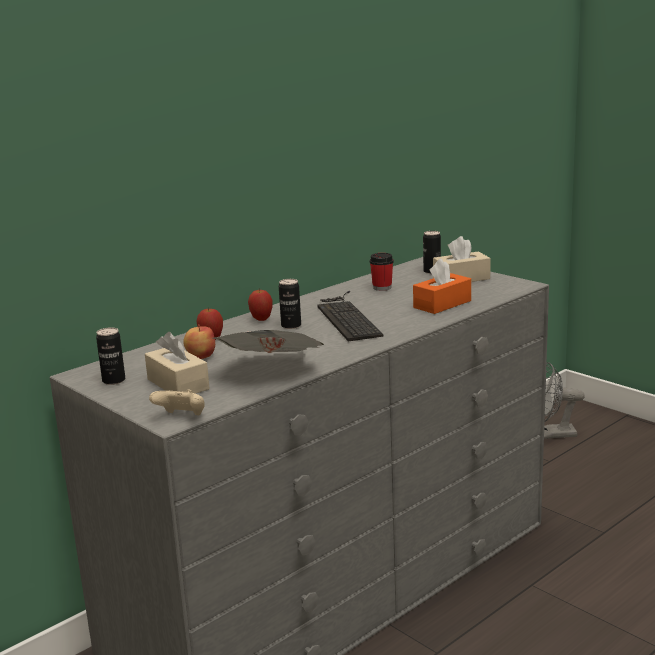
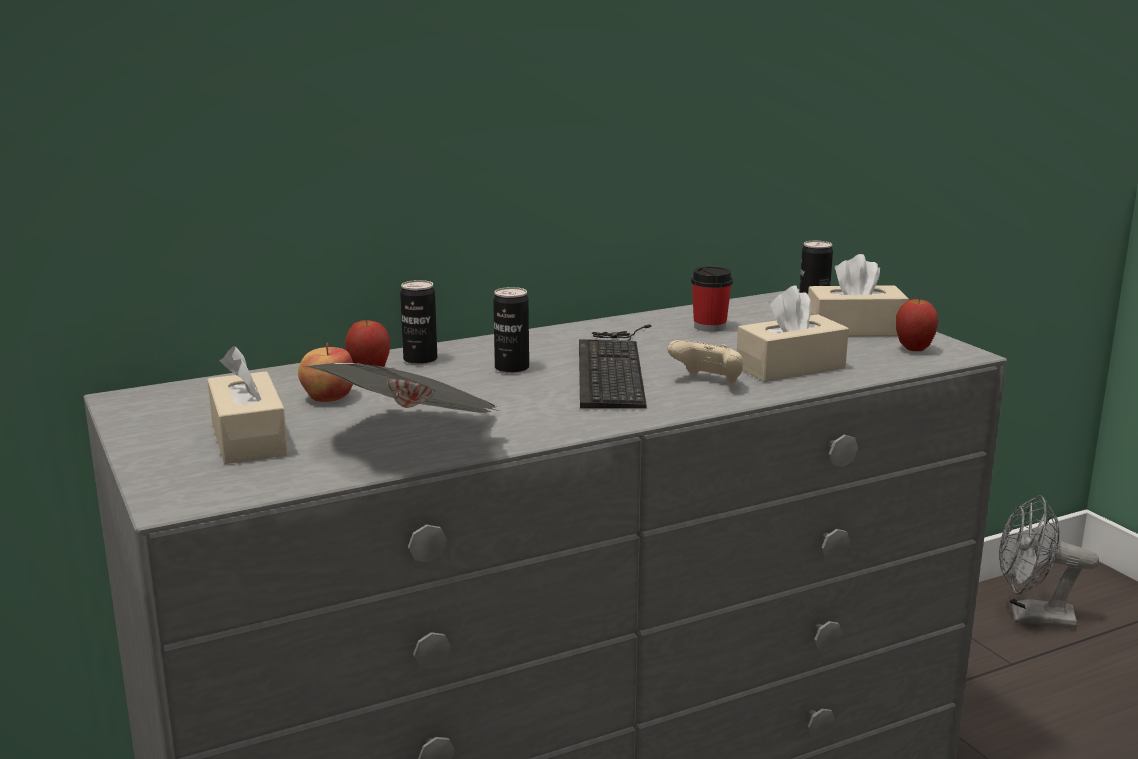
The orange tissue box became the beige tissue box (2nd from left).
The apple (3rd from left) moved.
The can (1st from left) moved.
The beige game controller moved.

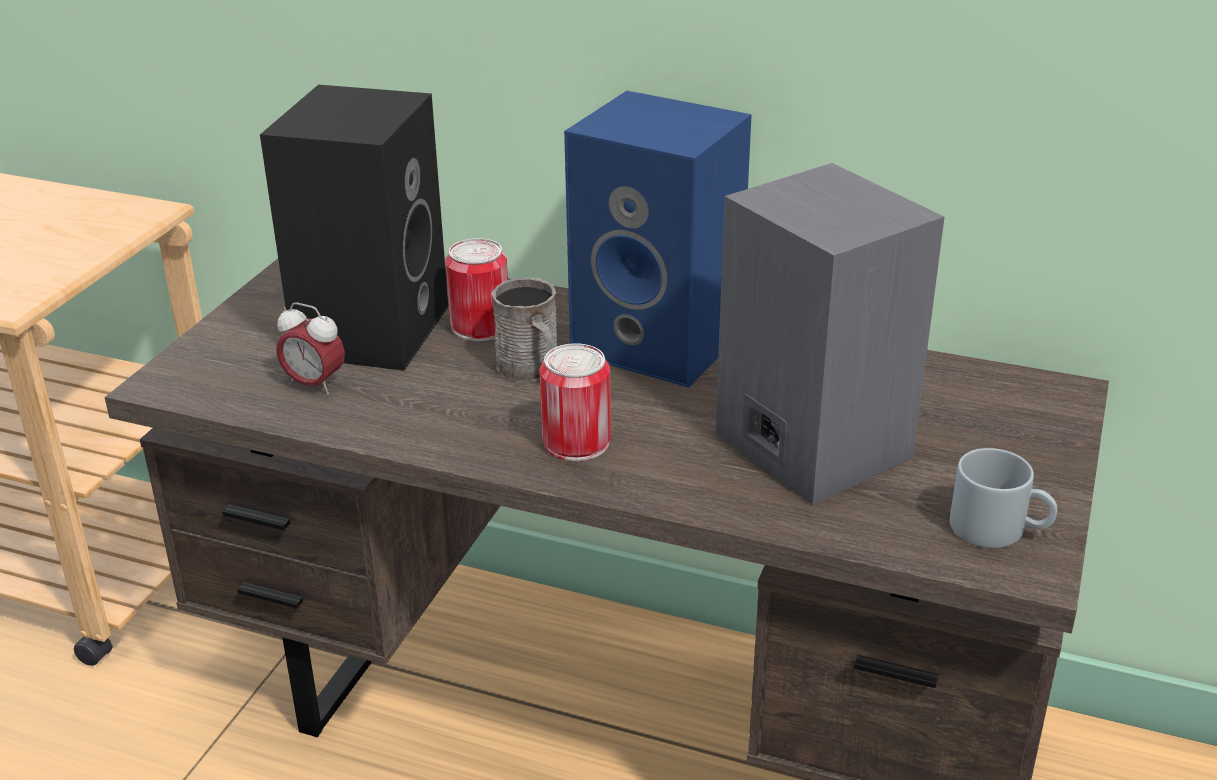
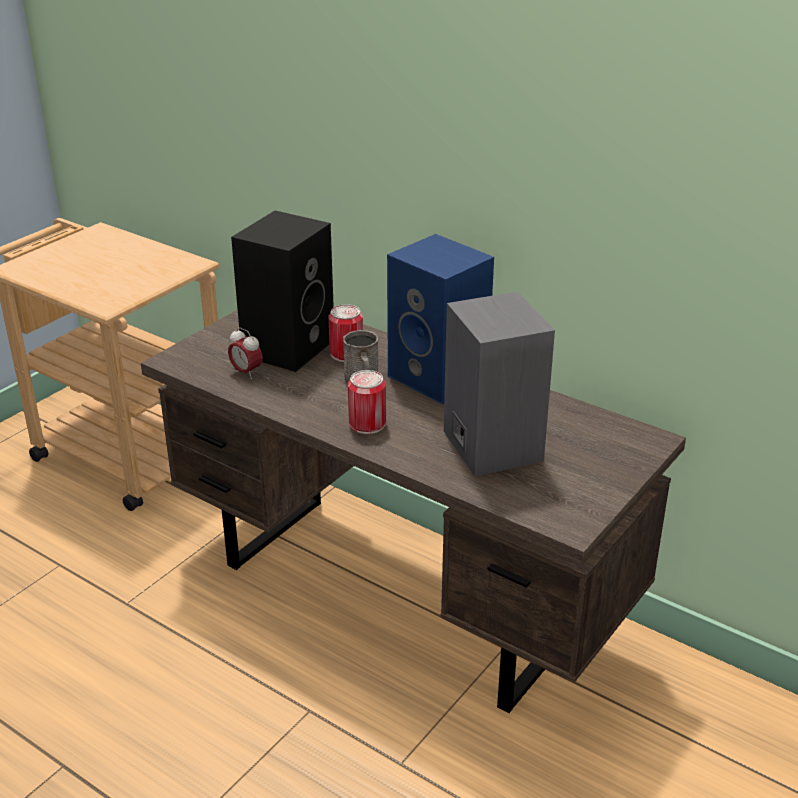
The grey mug (2nd from left) disappeared.

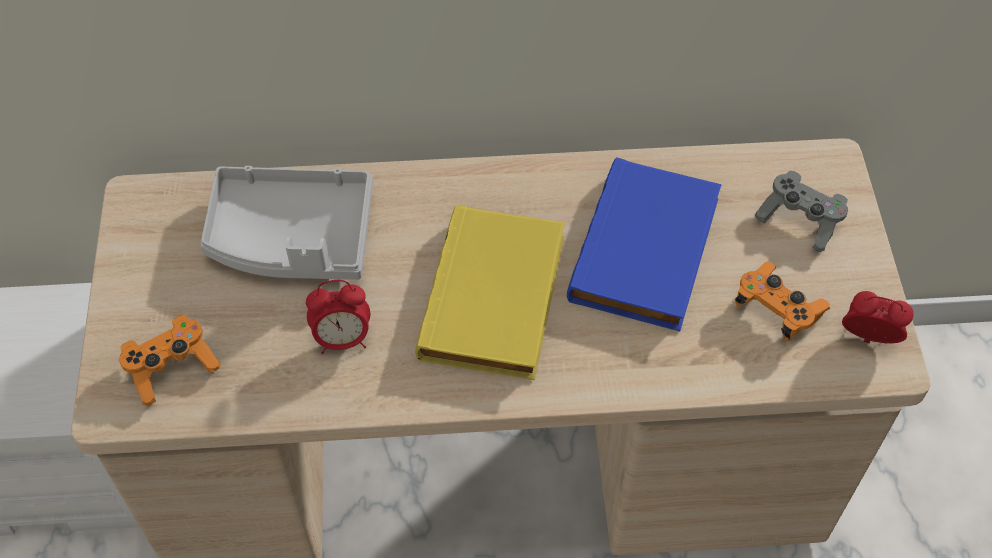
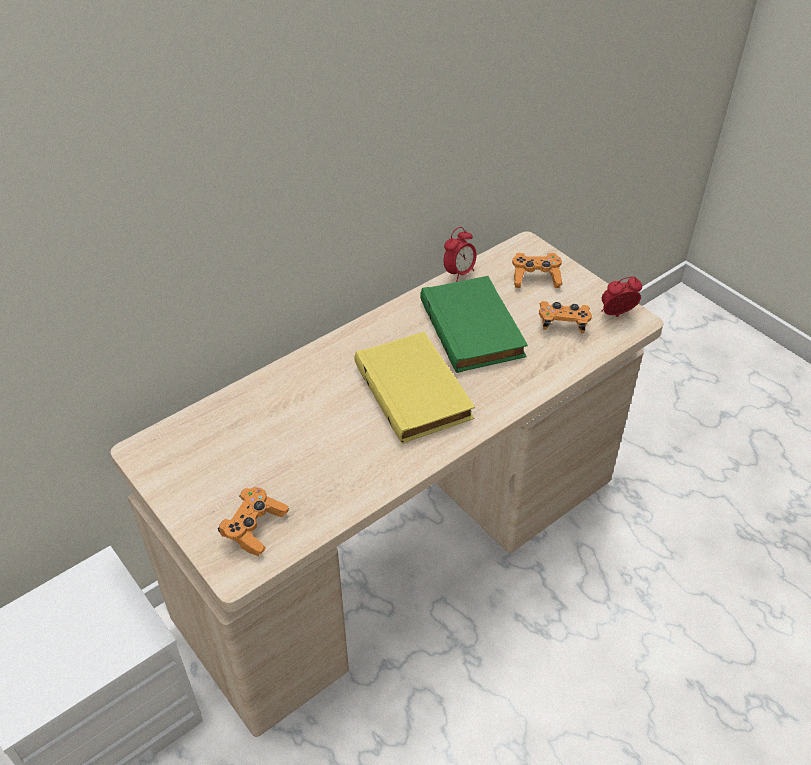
The blue book became the green book.
The grey tray disappeared.
The grey game controller became the orange game controller (2nd from left).
The alarm clock (1st from left) moved.

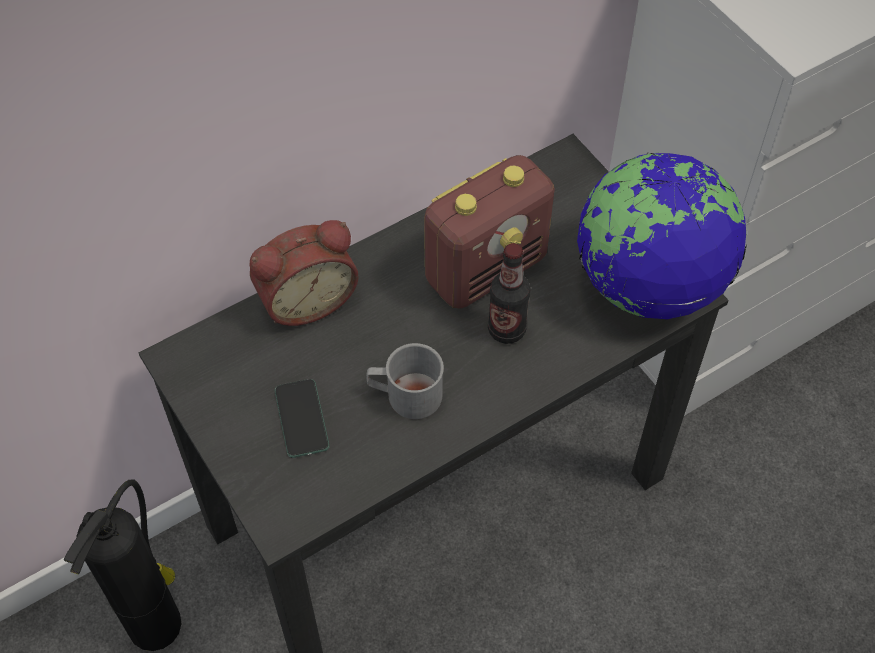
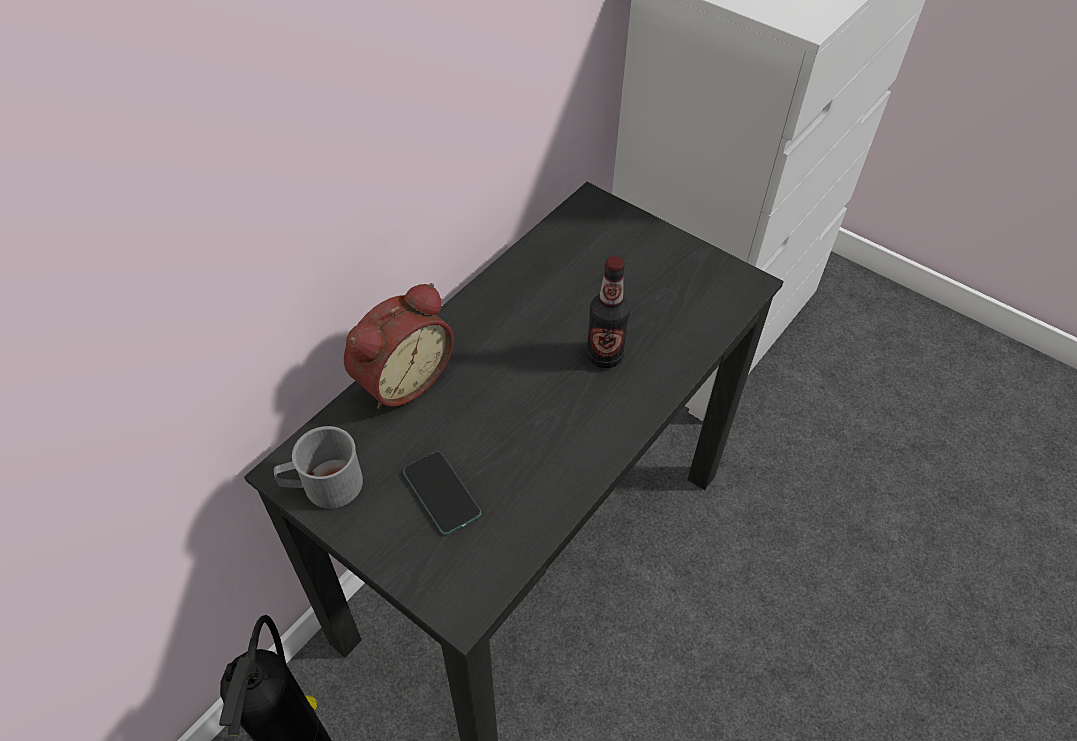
The globe disappeared.
The radio disappeared.
The grey mug moved.

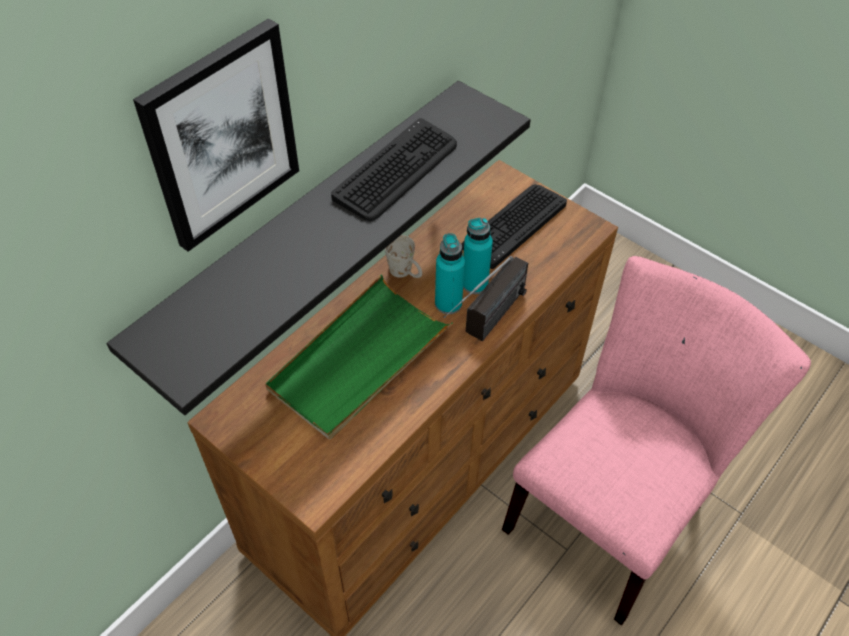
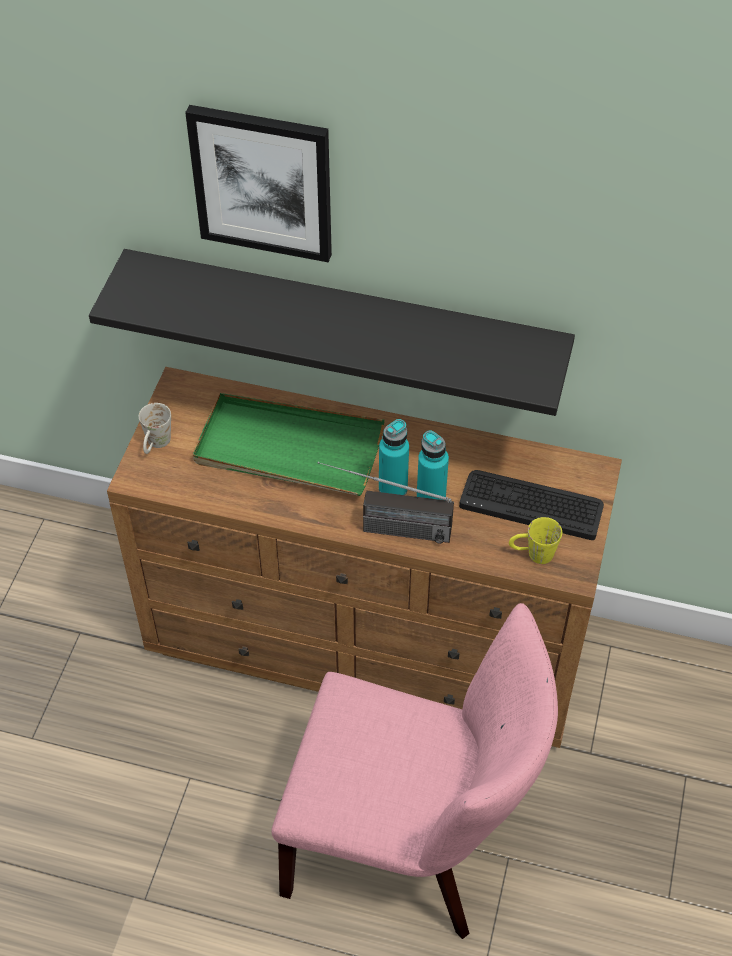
The keyboard (1st from left) disappeared.
The white mug moved.
The yellow mug appeared.

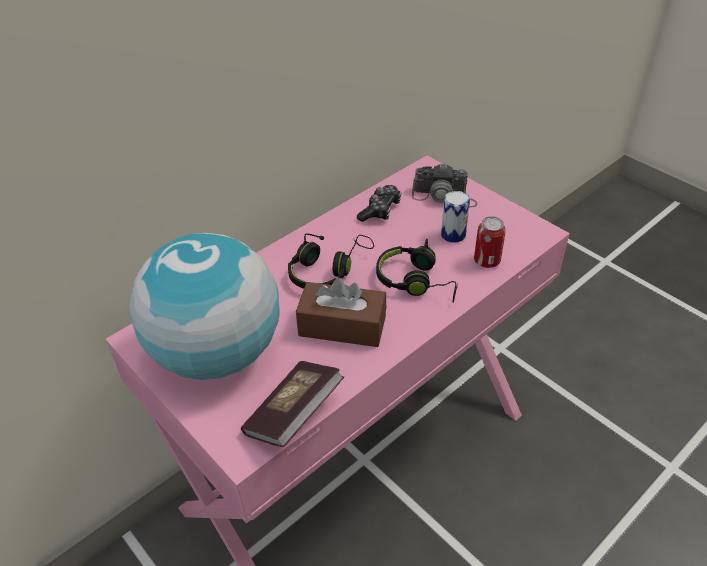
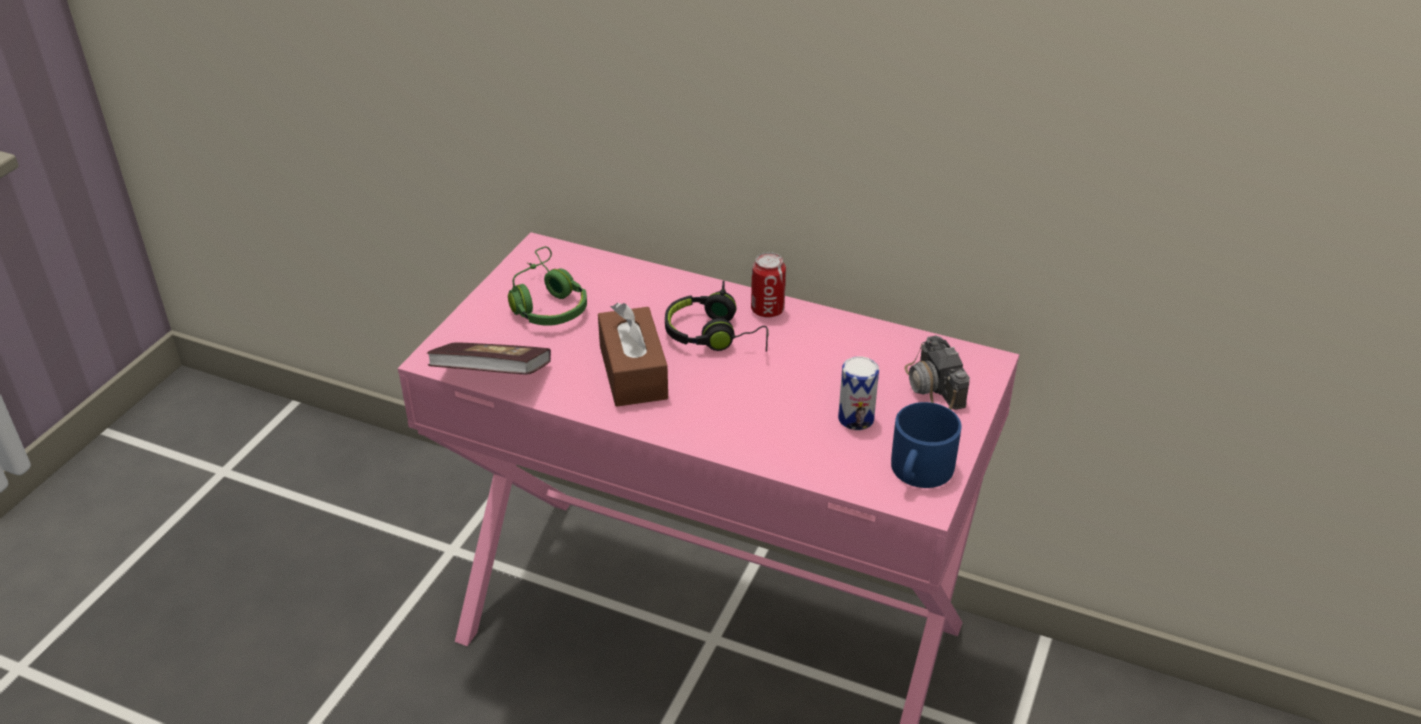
The game controller disappeared.
The can (2nd from left in the first image) moved.
The globe was replaced by the green headphones.
The black headphones (2nd from left) disappeared.
The blue mug appeared.

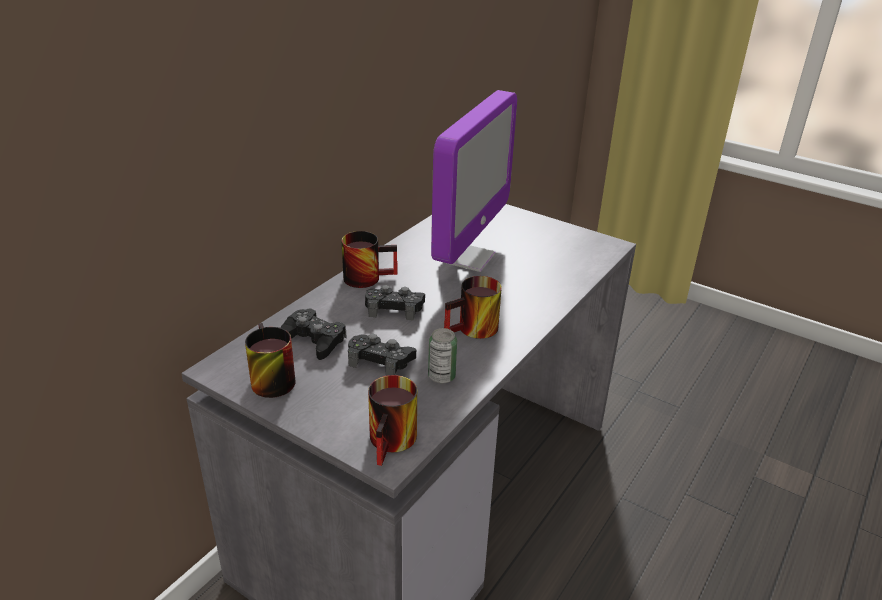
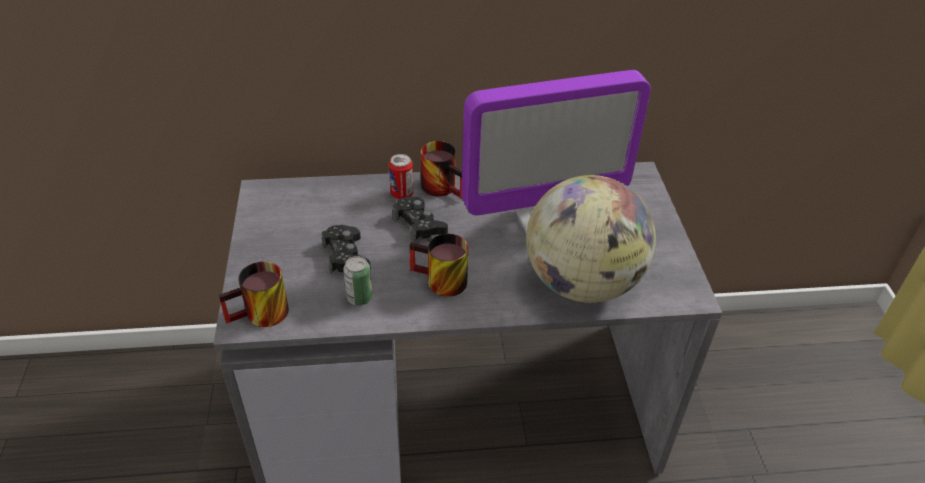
The black game controller (1st from left) disappeared.
The mug (1st from left) disappeared.
The can (2nd from left) appeared.
The globe appeared.

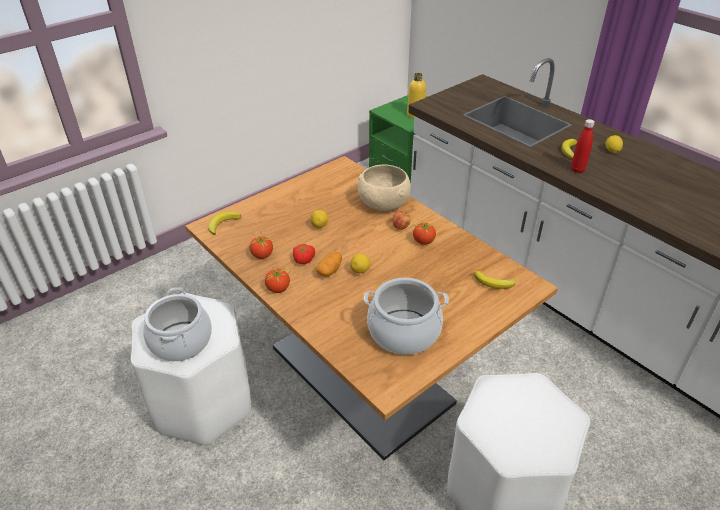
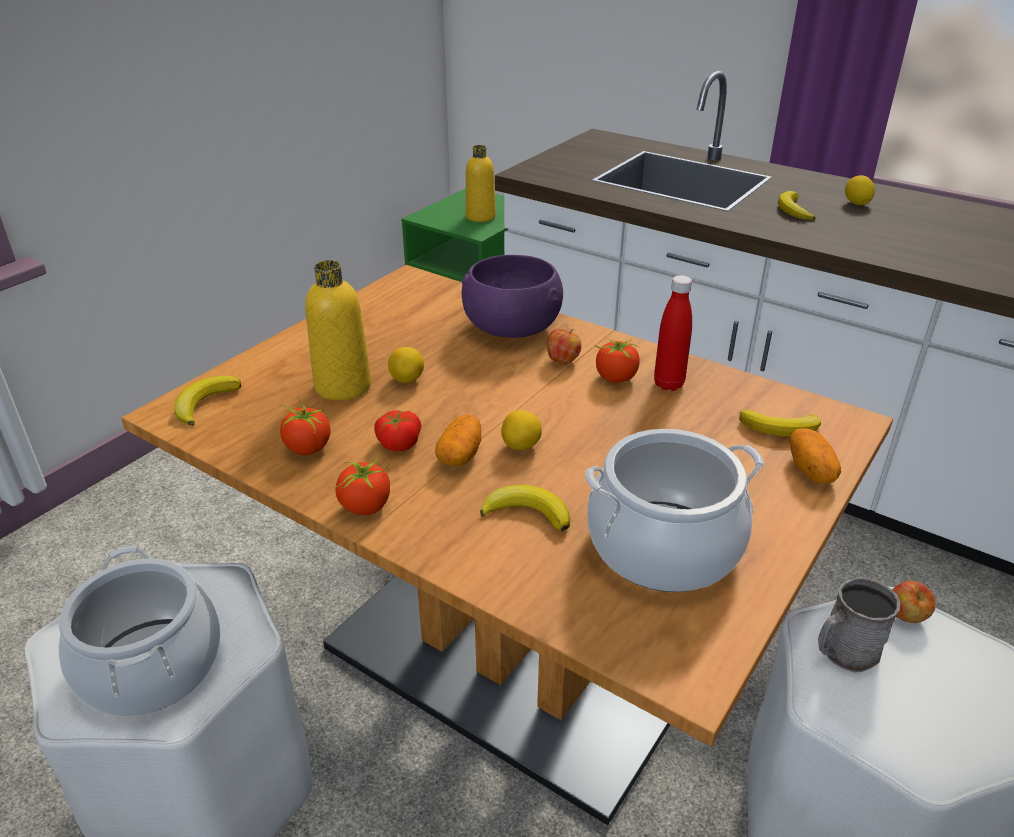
The red bottle moved.
The beige bowl became the purple bowl.
The yellow bottle (1st from left) appeared.
The potato (2nd from left) appeared.
The banana (2nd from left) appeared.
The grey mug appeared.
The apple (2nd from left) appeared.

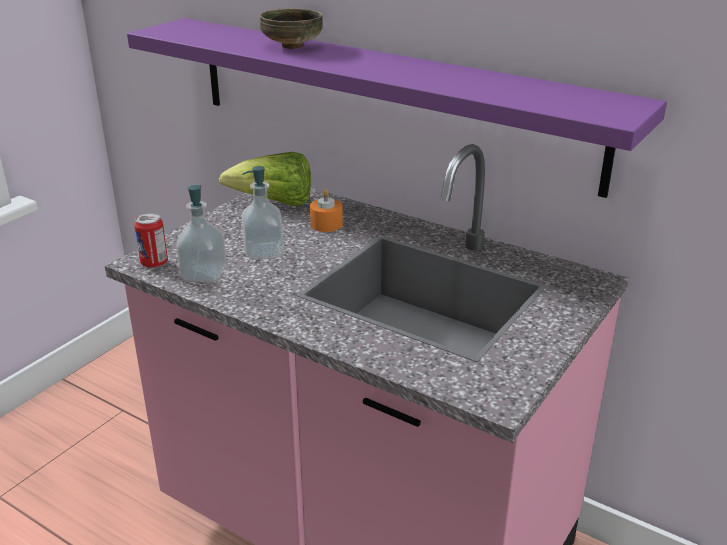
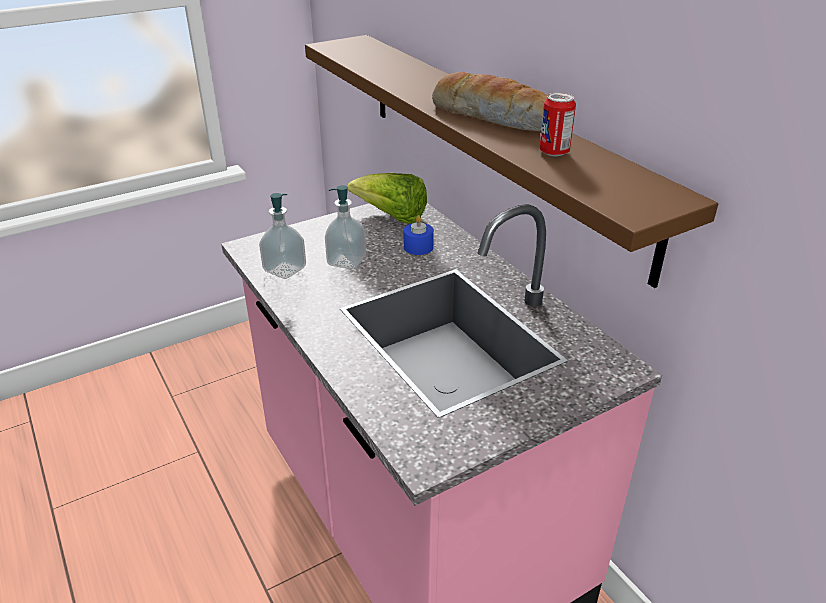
The bowl disappeared.
The purple shelf became the brown shelf.
The orange candle became the blue candle.
The can moved.
The bread appeared.

